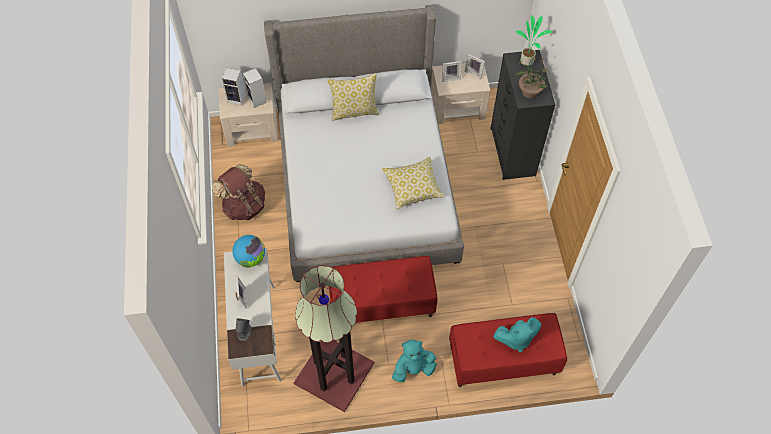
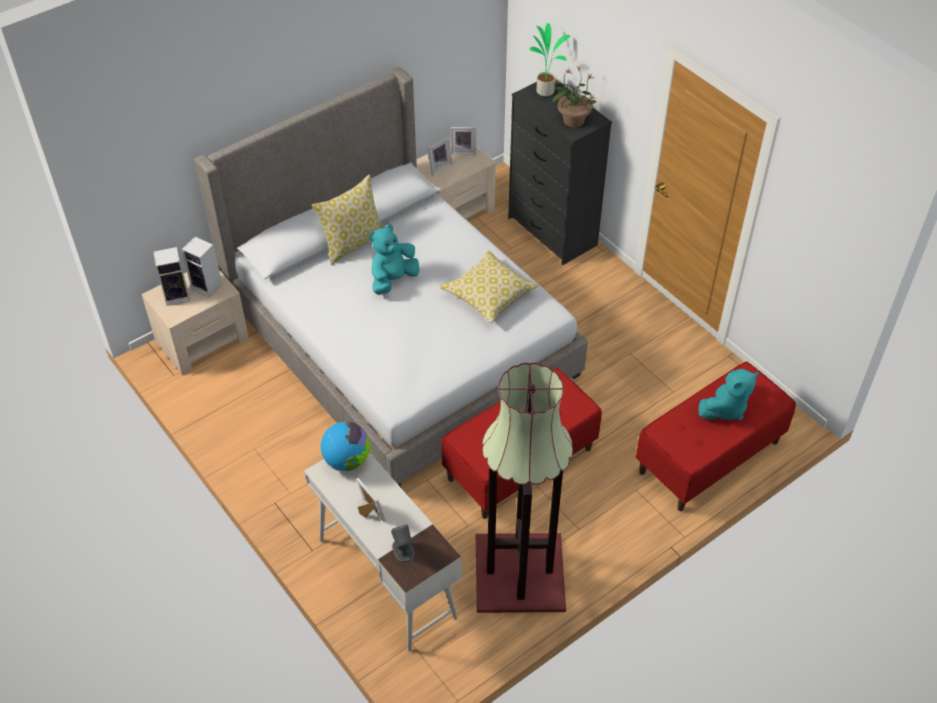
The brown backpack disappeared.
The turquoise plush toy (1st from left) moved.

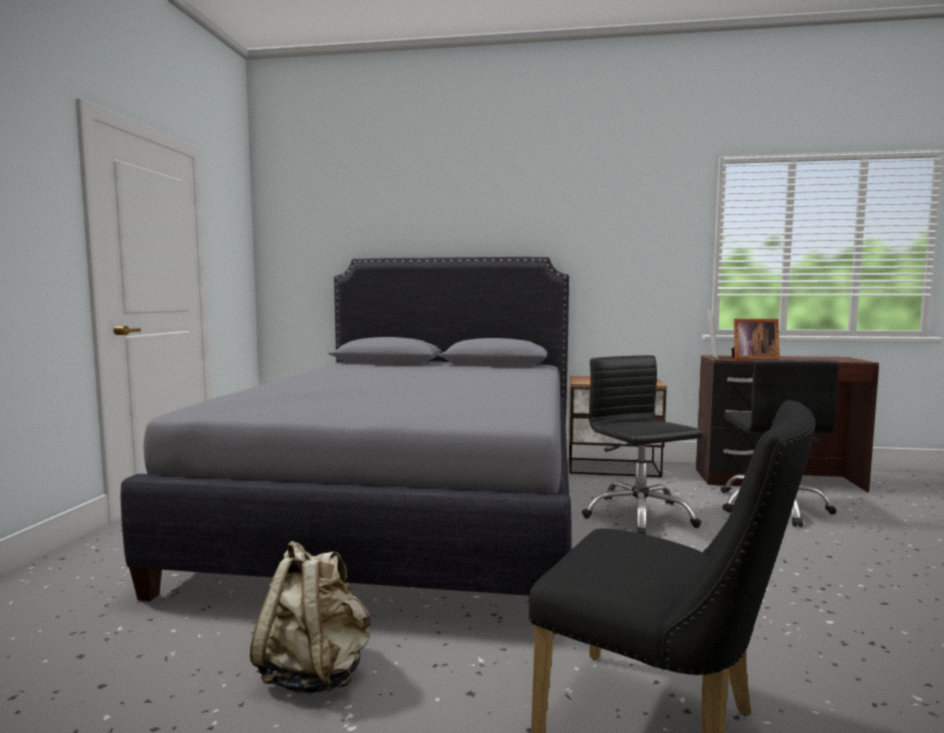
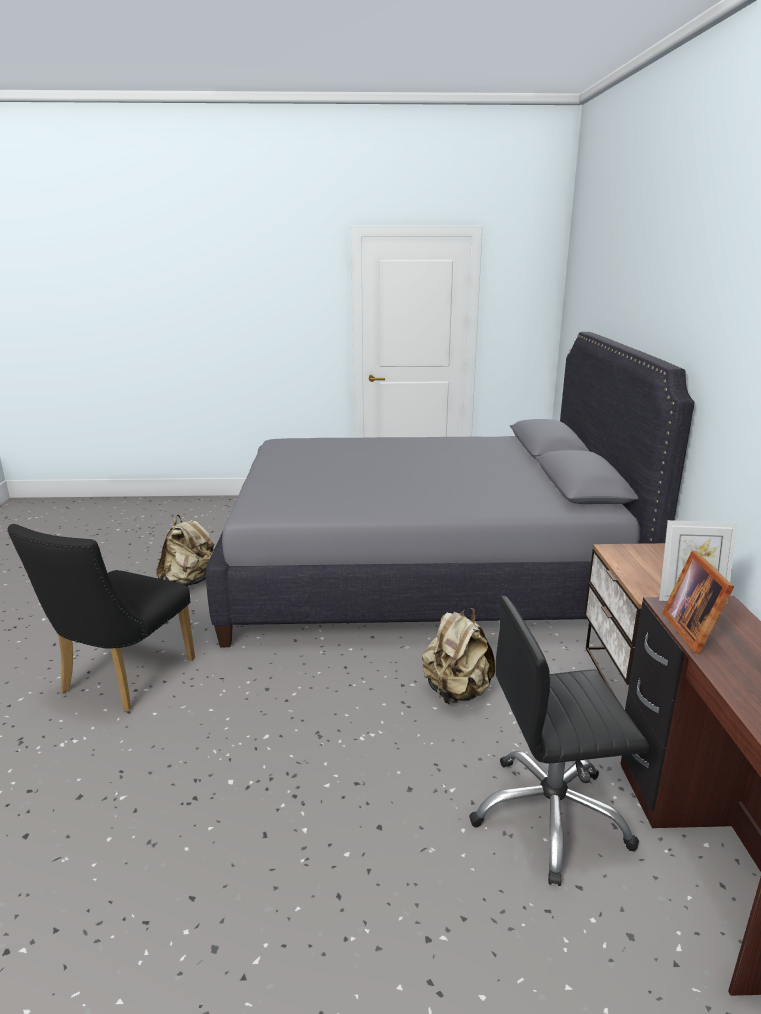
The black office chair (1st from left) was replaced by the beige backpack (2nd from left).

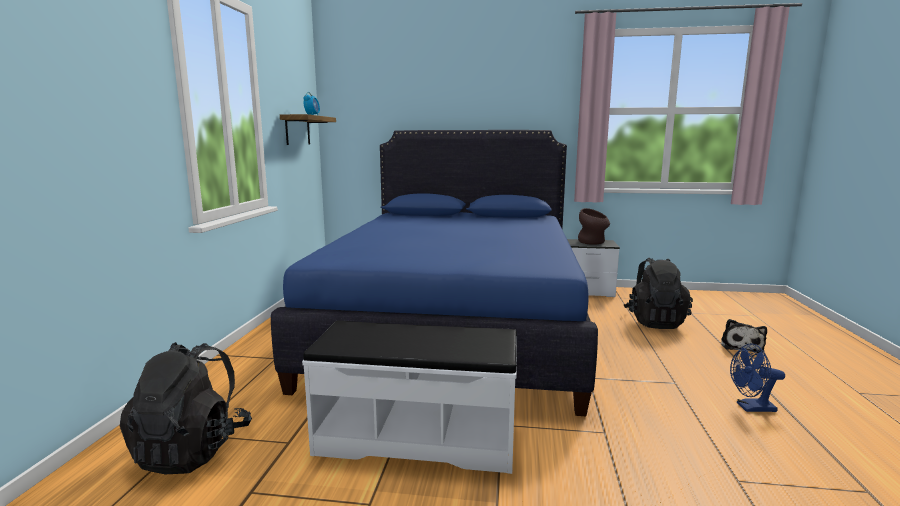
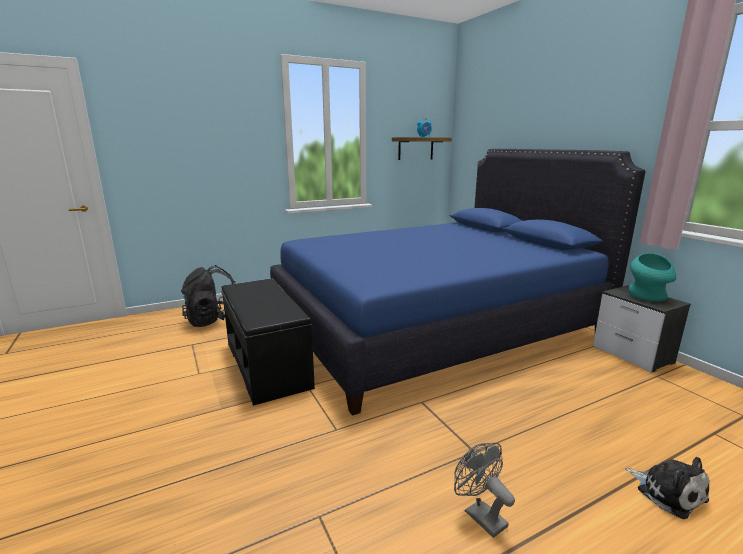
The brown vase became the turquoise vase.
The black backpack (2nd from left) disappeared.
The plush toy turned 105 degrees counterclockwise.
The white bench became the black bench.
The blue fan became the grey fan.

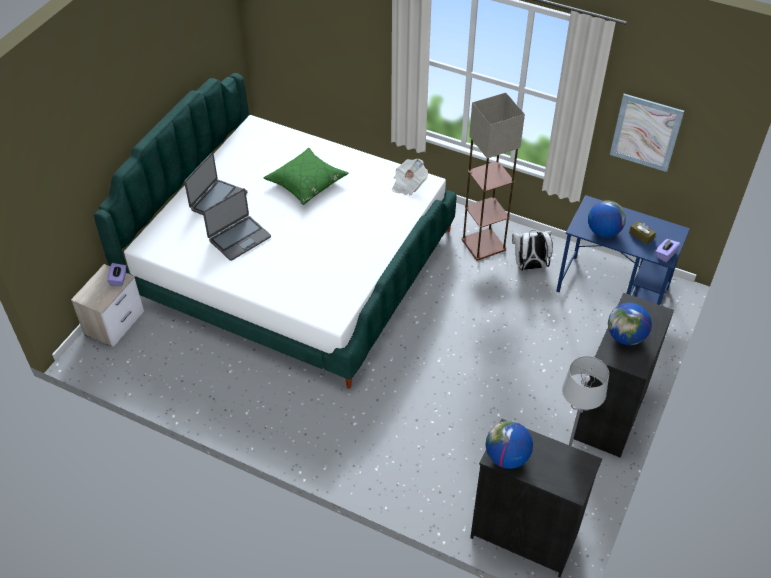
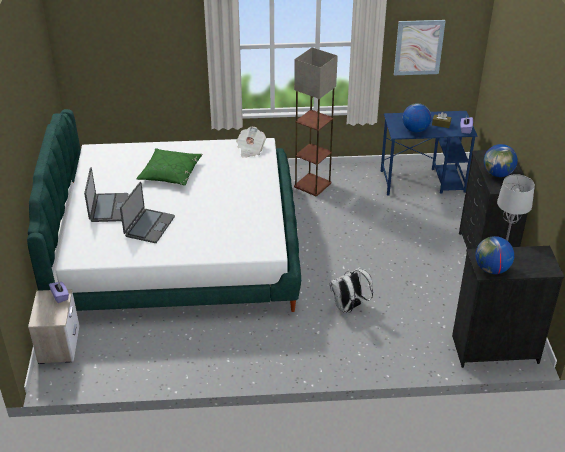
The white backpack moved.

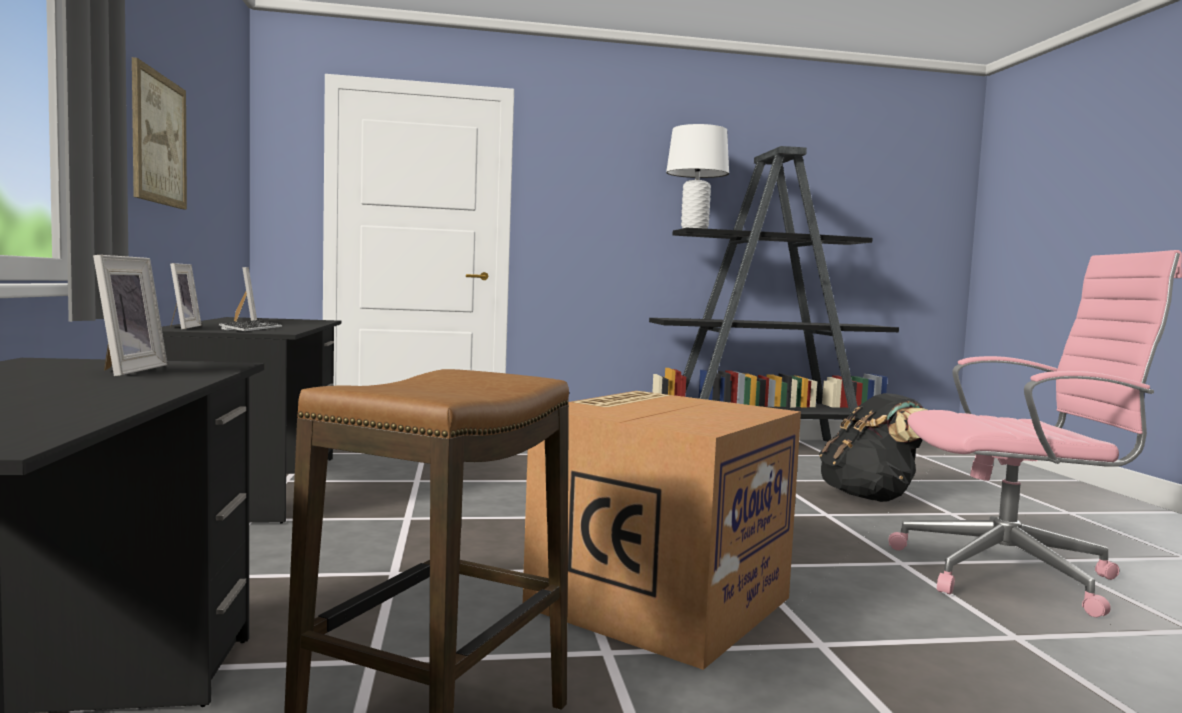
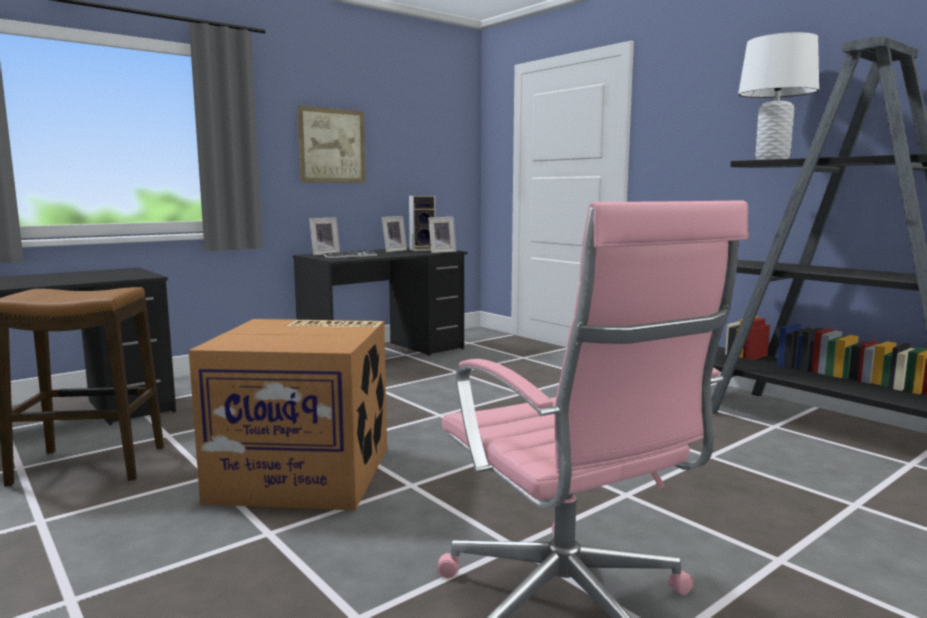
The picture frame (1st from left in the first image) moved.
The black backpack disappeared.
The speaker appeared.

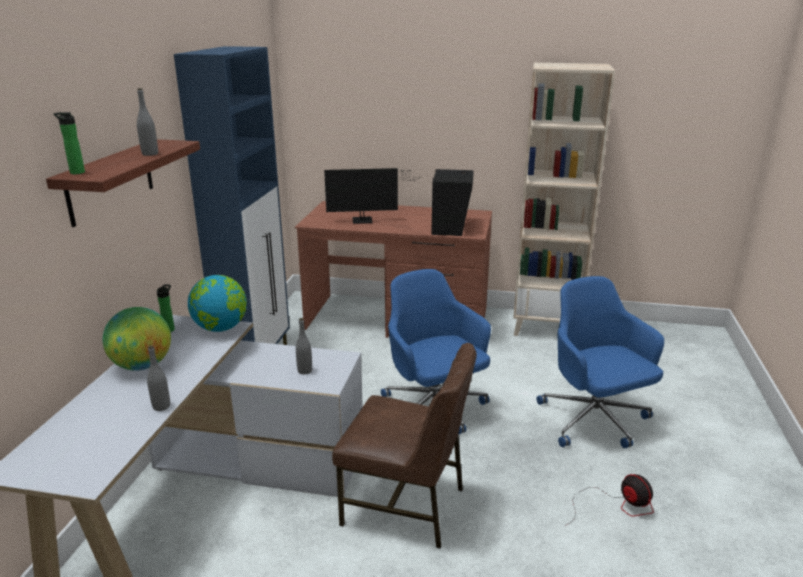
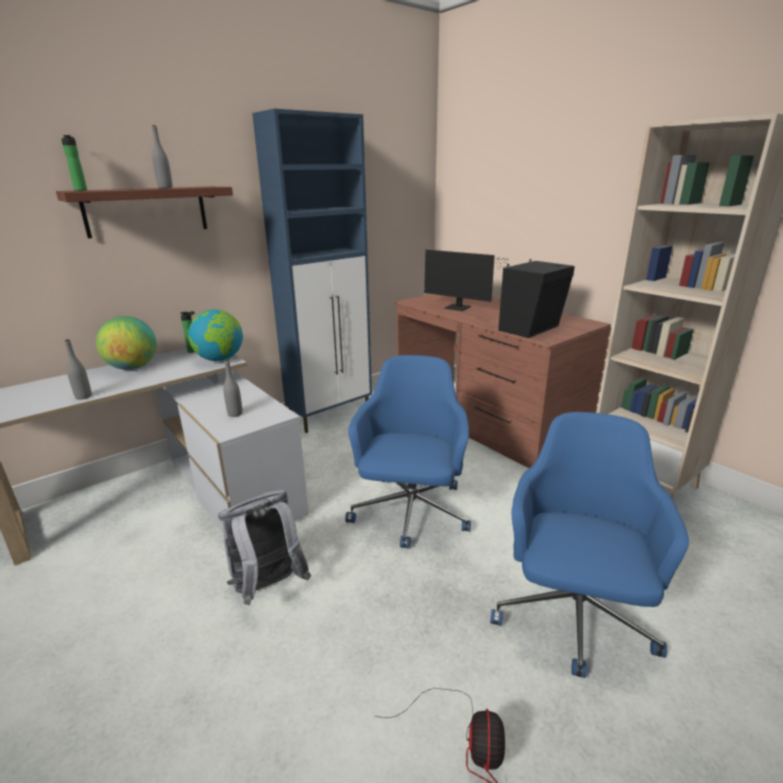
The brown chair was replaced by the grey backpack.

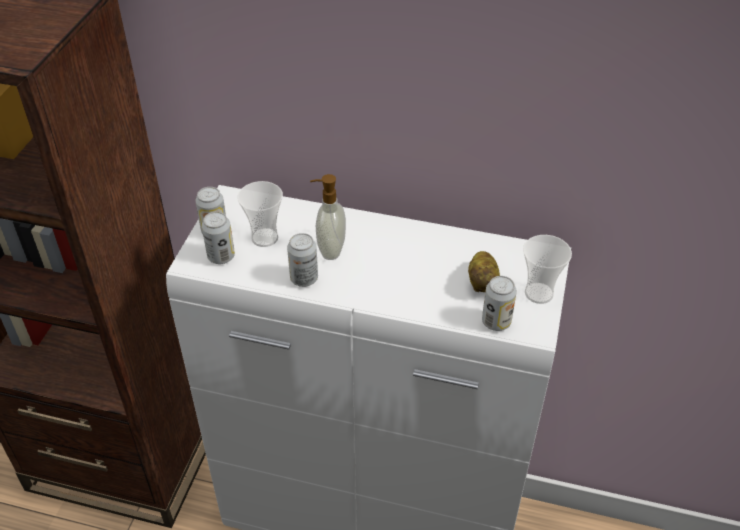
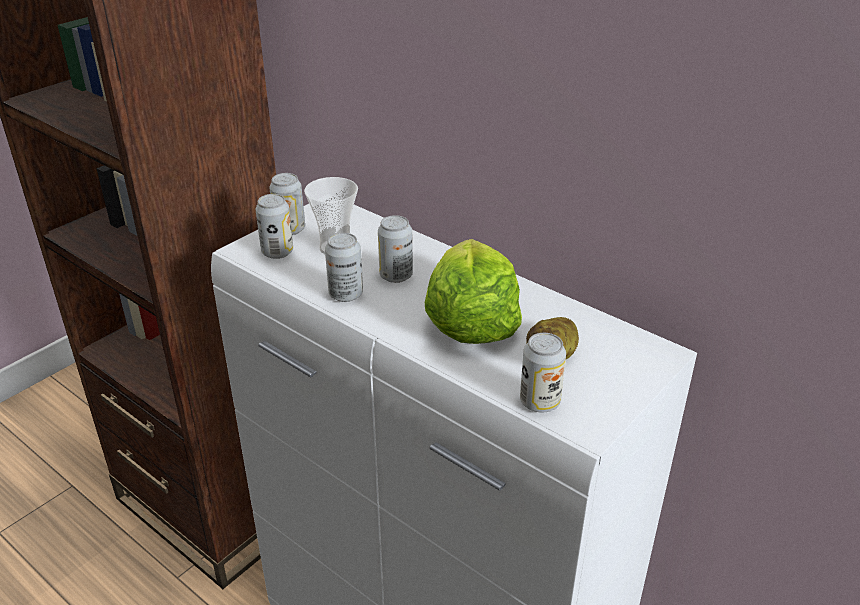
The soap dispenser was replaced by the can (4th from left).
The cup (2nd from left) disappeared.
The lettuce appeared.

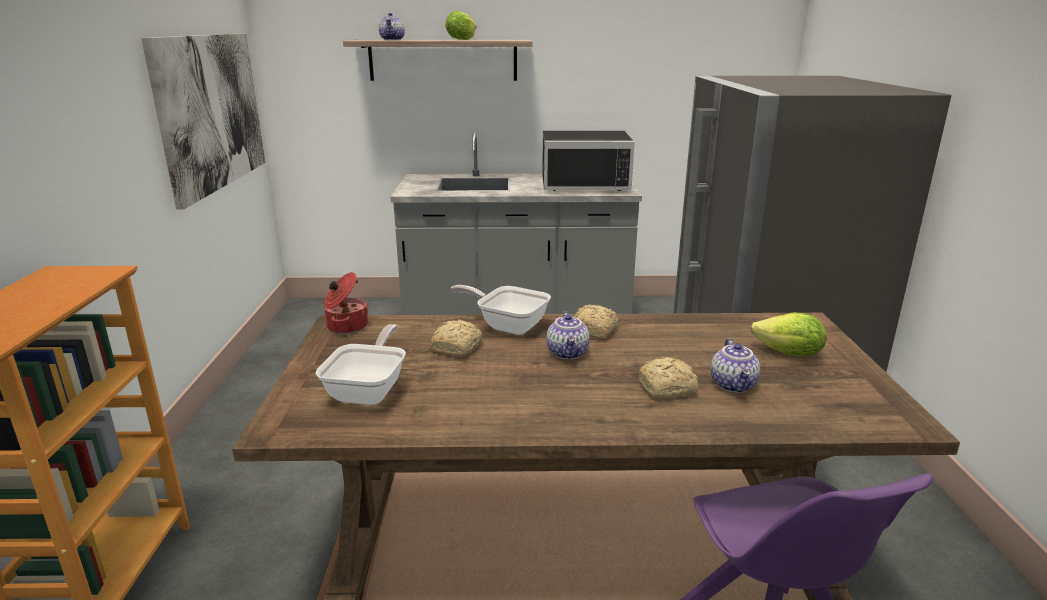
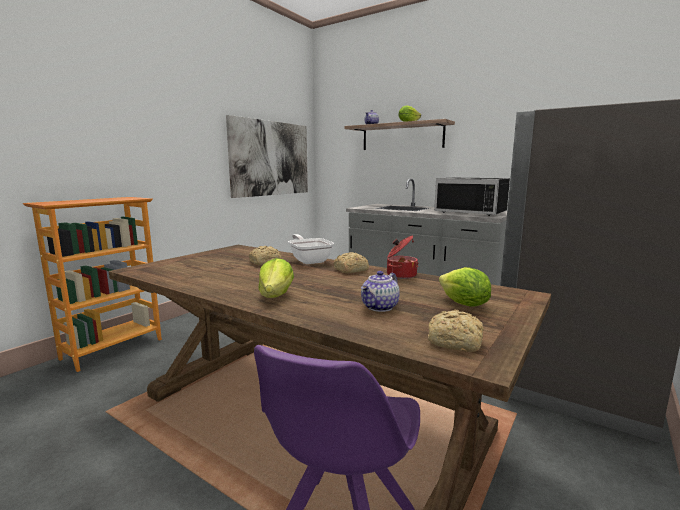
The cooking pot moved.
The teapot (2nd from left) disappeared.
The frying pan (1st from left) disappeared.
The bread (3rd from left) moved.
The lettuce (1st from left) appeared.

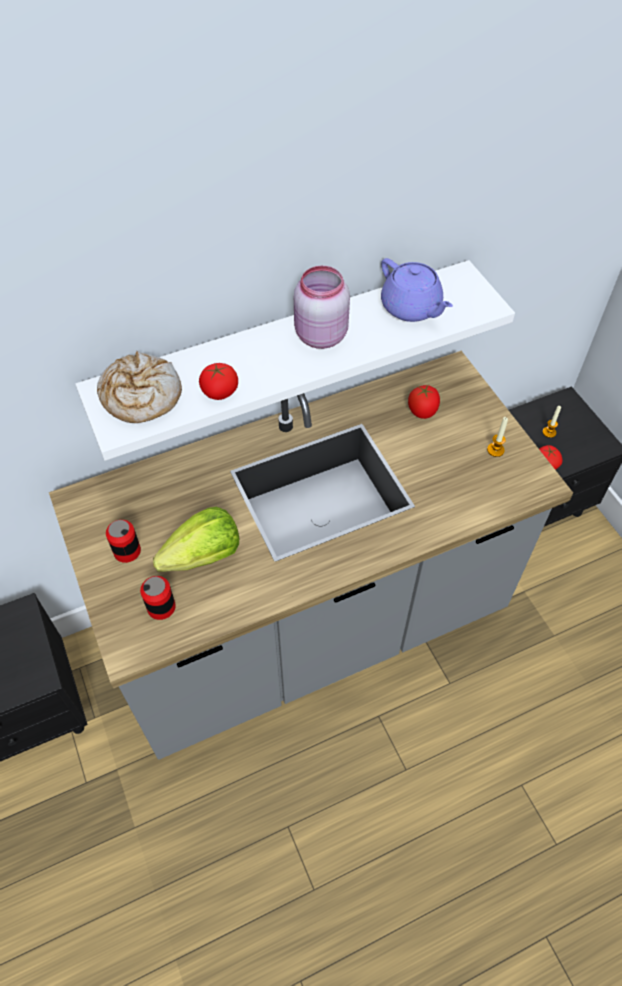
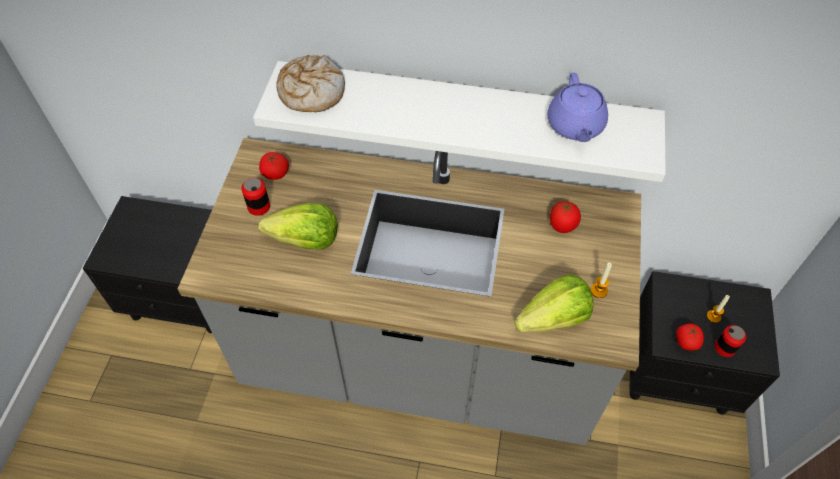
The pink jar disappeared.
The tomato (1st from left) moved.
The can (2nd from left) moved.
The lettuce (2nd from left) appeared.

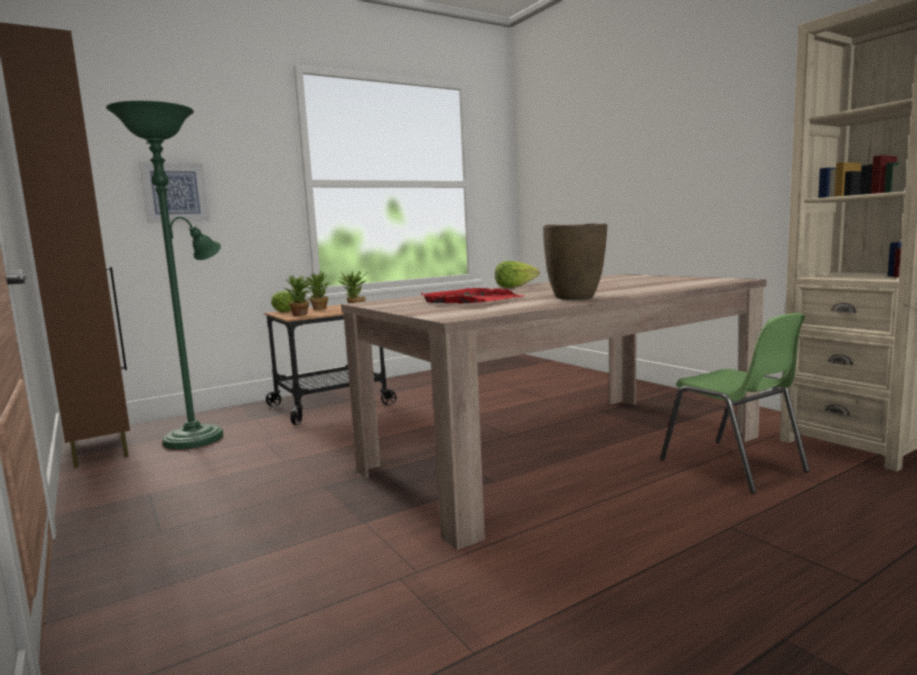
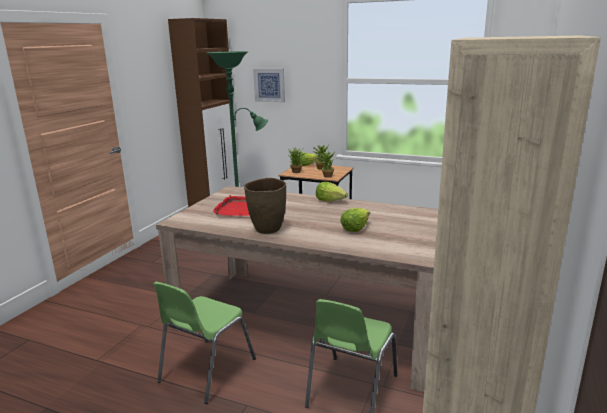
The lettuce (3rd from left) appeared.
The green chair (1st from left) appeared.

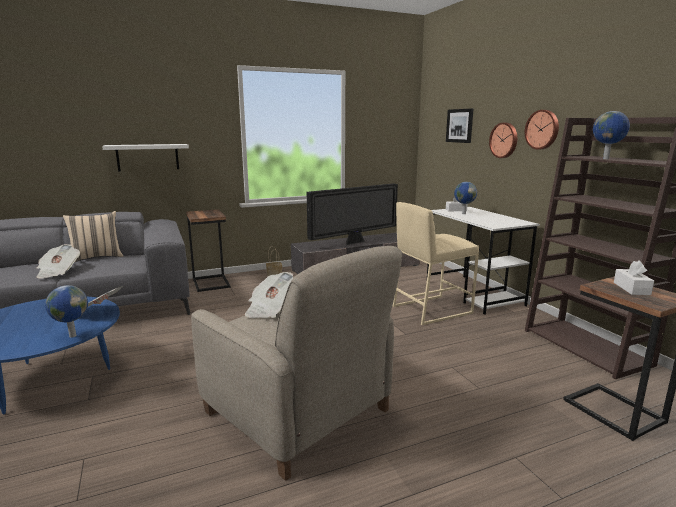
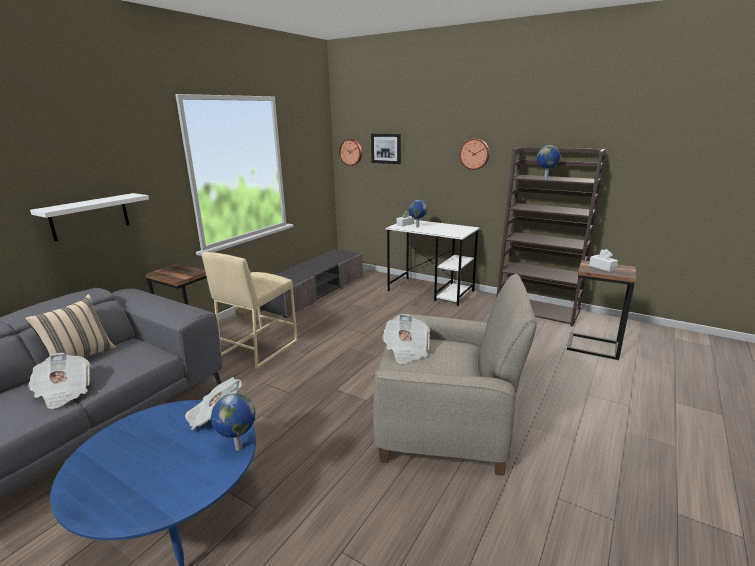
The wall clock (1st from left) moved.
The television disappeared.
The beige stool moved.

